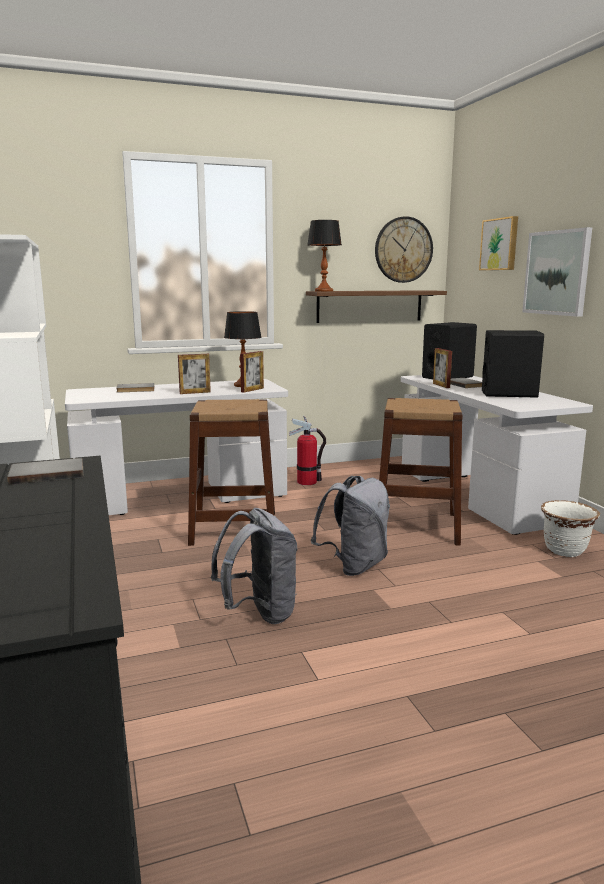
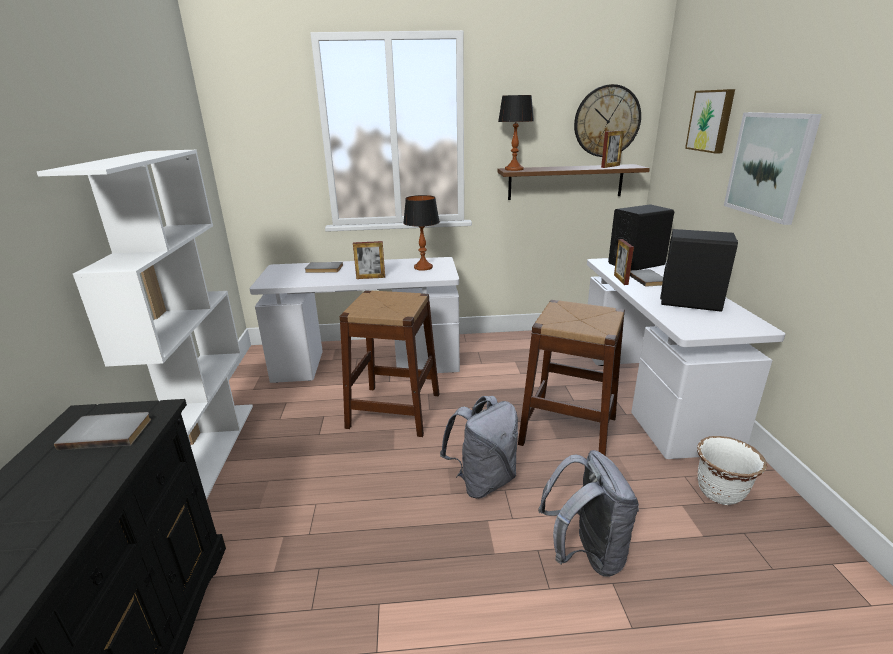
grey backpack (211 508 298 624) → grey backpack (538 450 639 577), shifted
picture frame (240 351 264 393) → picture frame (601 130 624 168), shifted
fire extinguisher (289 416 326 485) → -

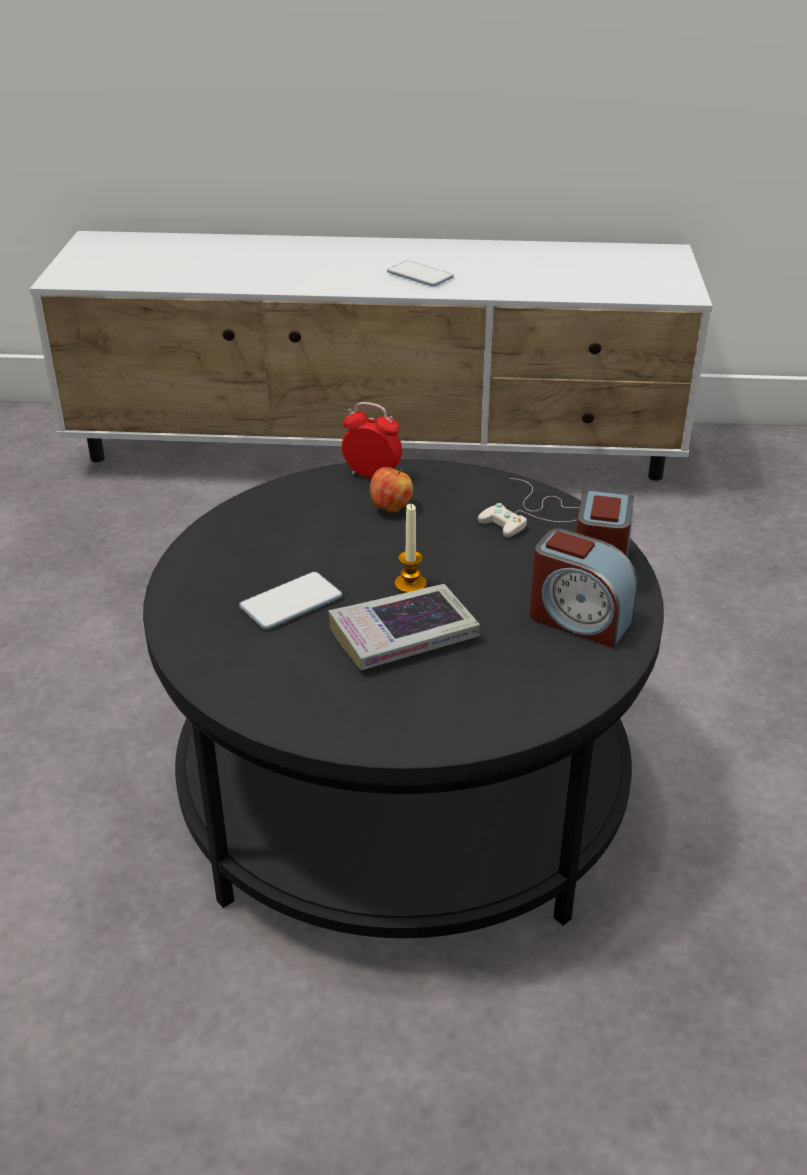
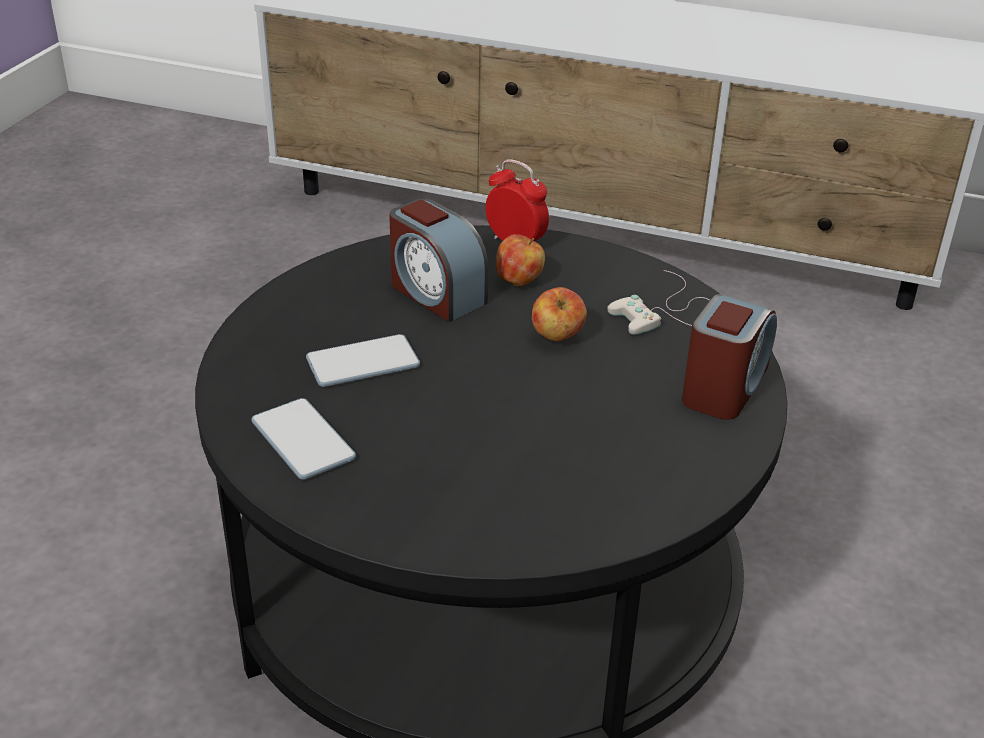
phone (387 261 454 286) → phone (251 398 356 480), shifted
alarm clock (530 528 638 648) → alarm clock (389 199 489 322), shifted
- → apple (532 287 587 341)
book (328 584 480 670) → -
candle (395 504 427 593) → -

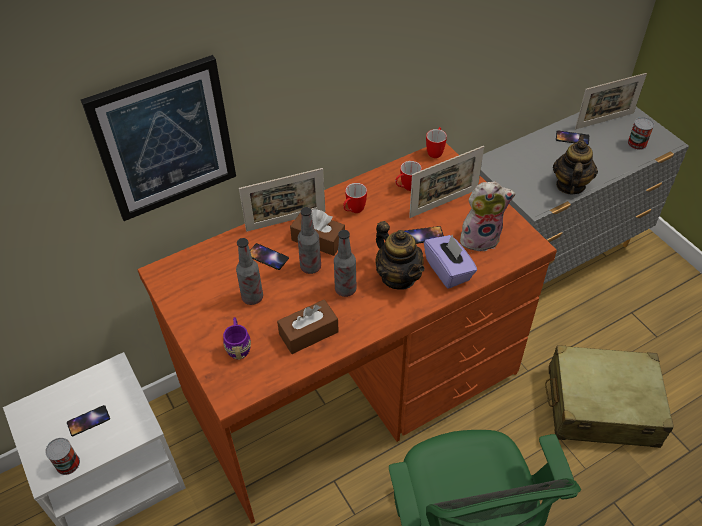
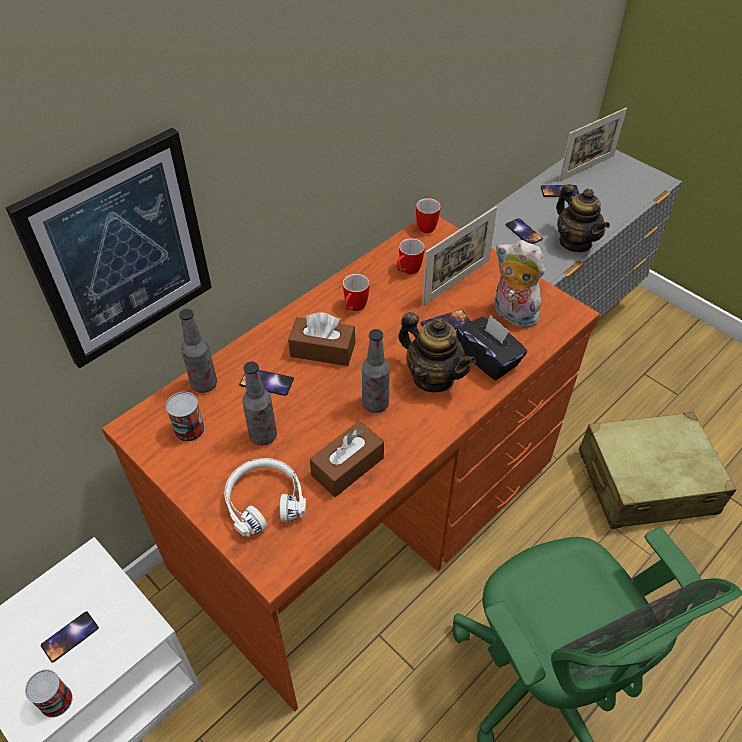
can (628 117 654 150) → can (166 392 205 442), shifted
bottle (298 207 321 274) → bottle (179 309 217 393), shifted
purple mug (223 317 251 360) → white headphones (224 458 306 537)
purple tissue box (424 235 477 289) → black tissue box (456 314 527 380)
plush toy (460 182 516 252) → plush toy (494 240 545 328), 120 degrees counterclockwise
- → phone (505 218 543 244)
teapot (553 135 598 194) → teapot (556 184 610 252), 150 degrees clockwise
picture frame (239 168 325 232) → -

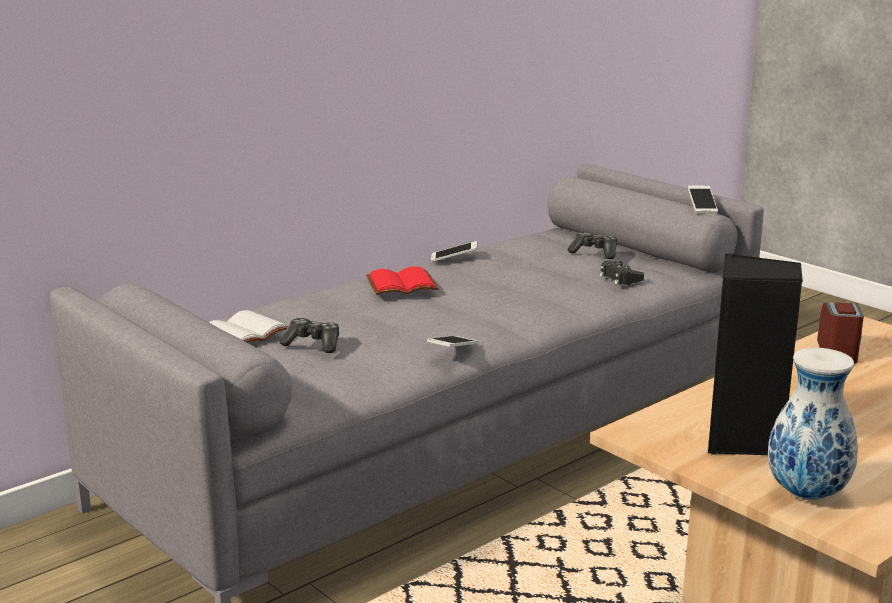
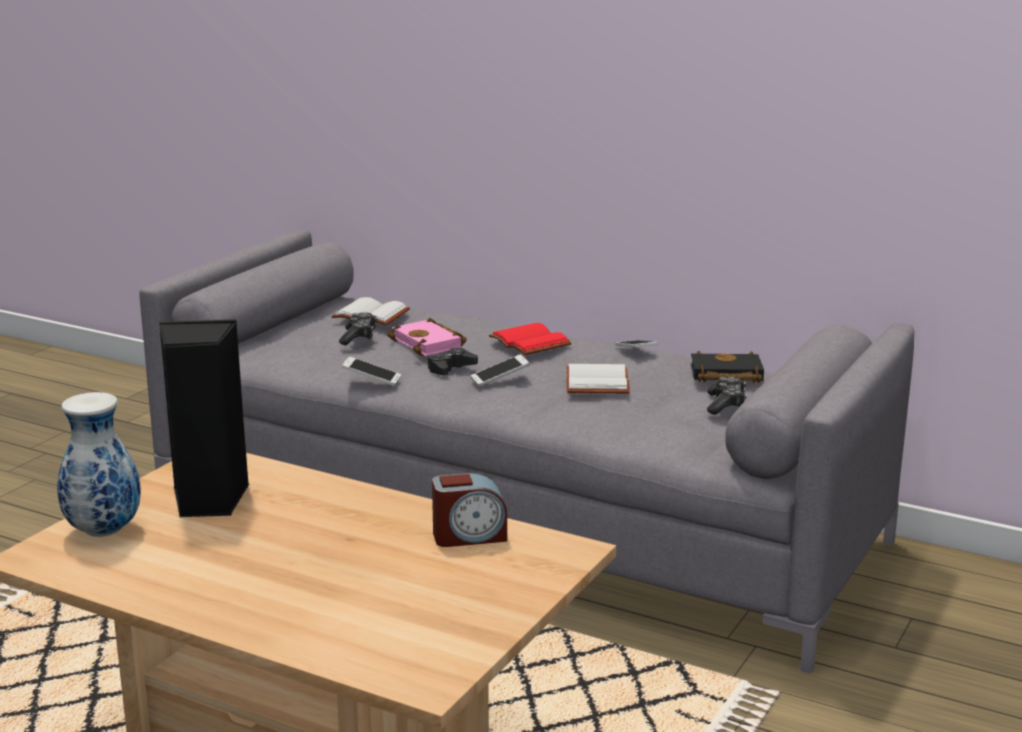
- → pink book (387 318 467 356)
black game controller (600 260 644 285) → black game controller (428 347 478 375), shifted
phone (688 186 718 213) → phone (471 354 530 386), shifted
- → white book (567 364 630 394)
- → black book (691 351 764 383)

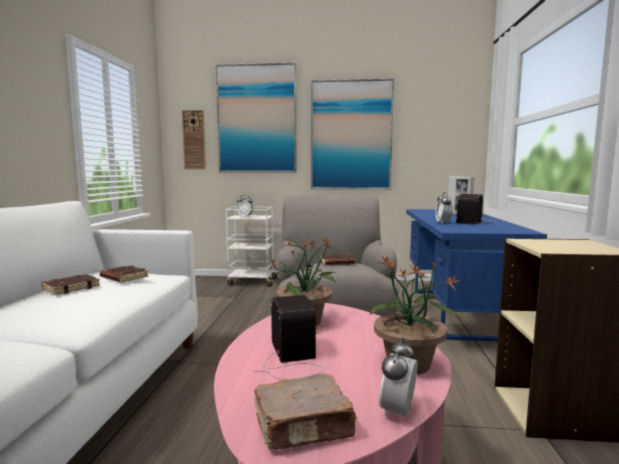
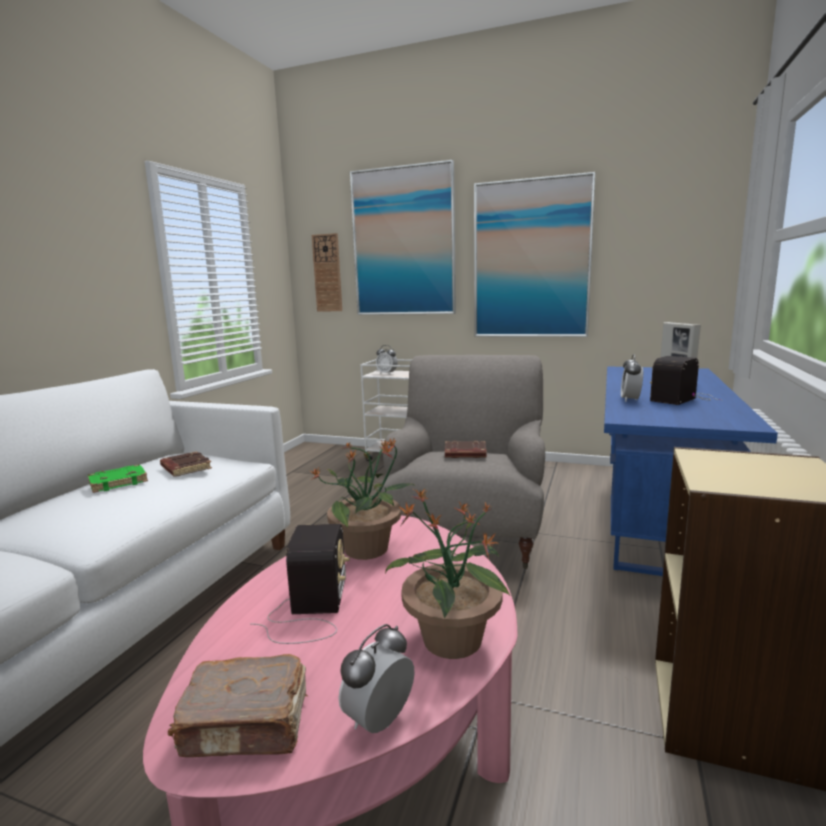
brown book (41 274 100 295) → green book (88 464 148 493)

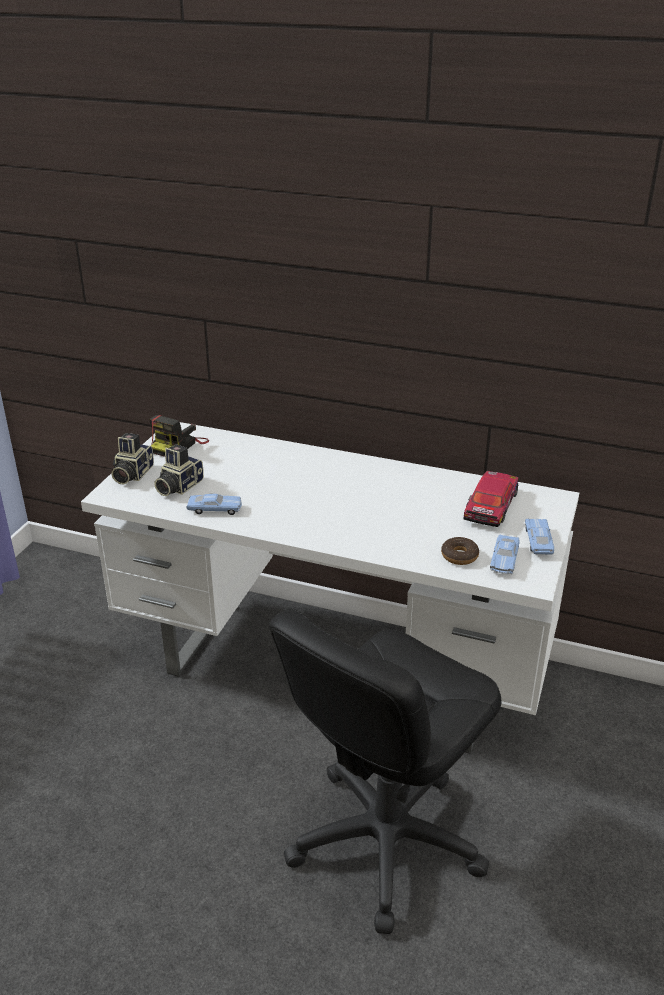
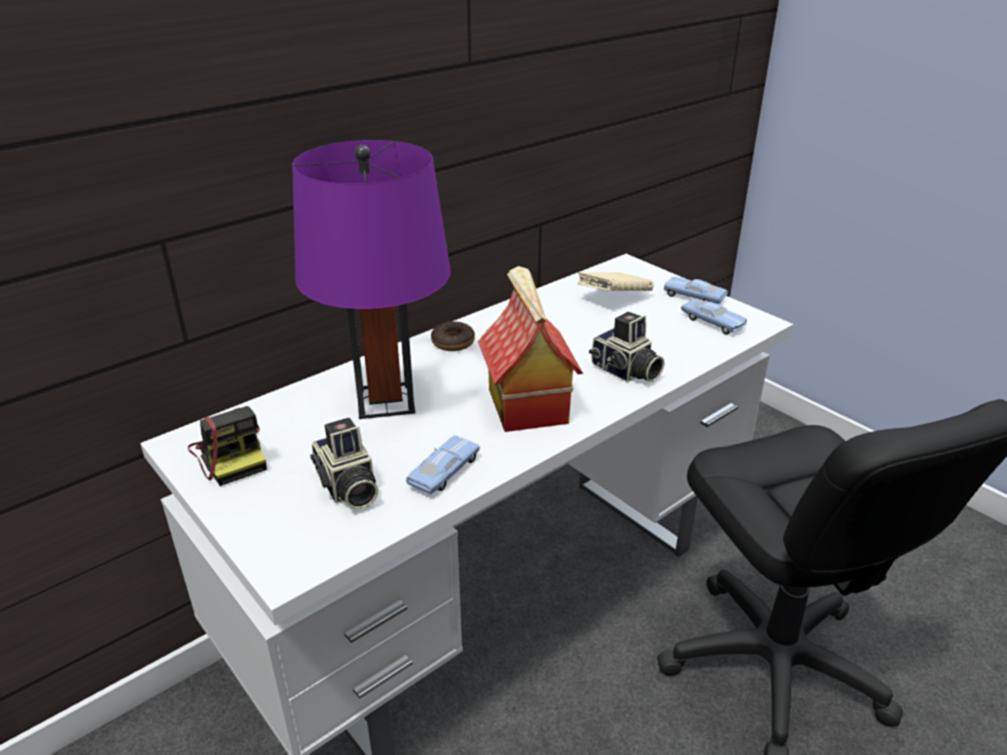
- → purple table lamp (292 140 451 419)
donut (441 537 479 565) → donut (431 321 475 351), shifted
- → toy house (478 266 583 432)
toy car (463 471 519 527) → beige book (578 272 653 291)
photo camera (111 433 154 484) → photo camera (589 312 664 382), shifted

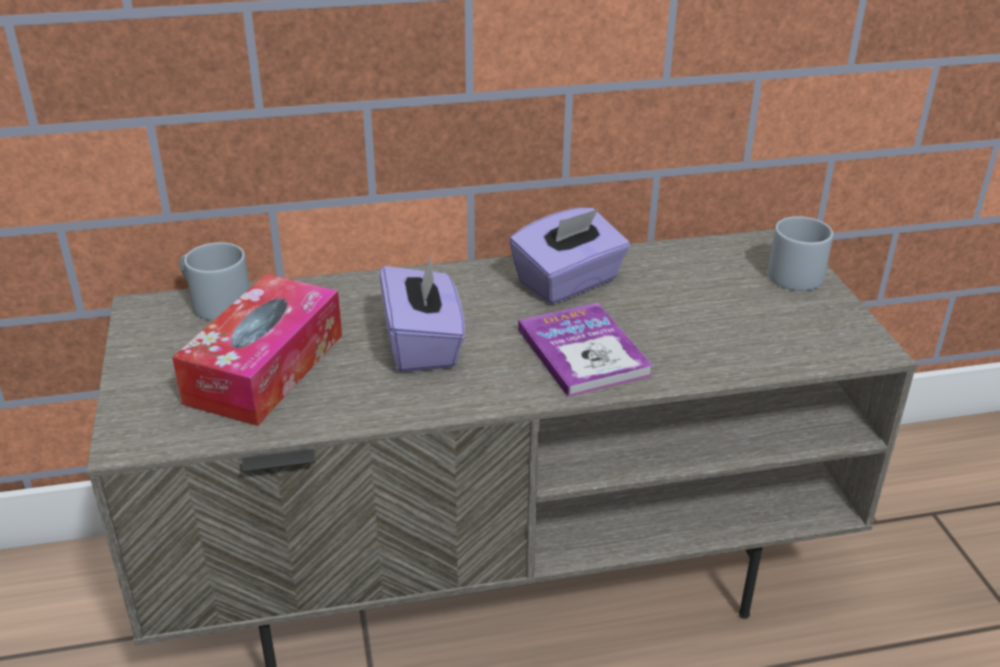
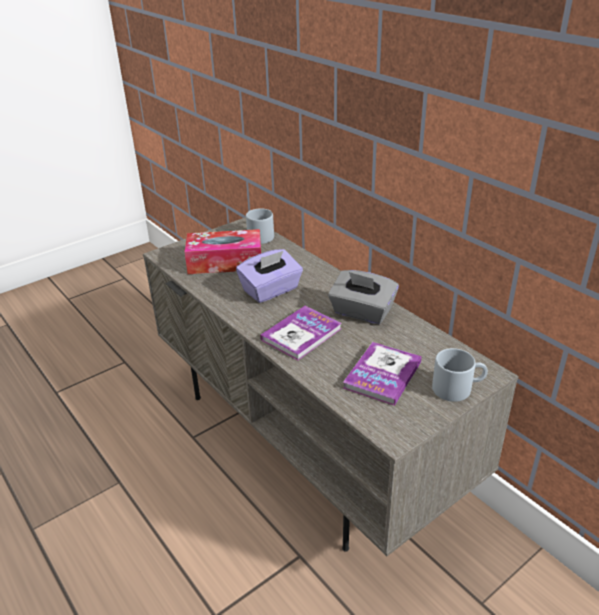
purple tissue box (509 208 630 304) → grey tissue box (328 270 399 324)
- → book (343 342 422 406)

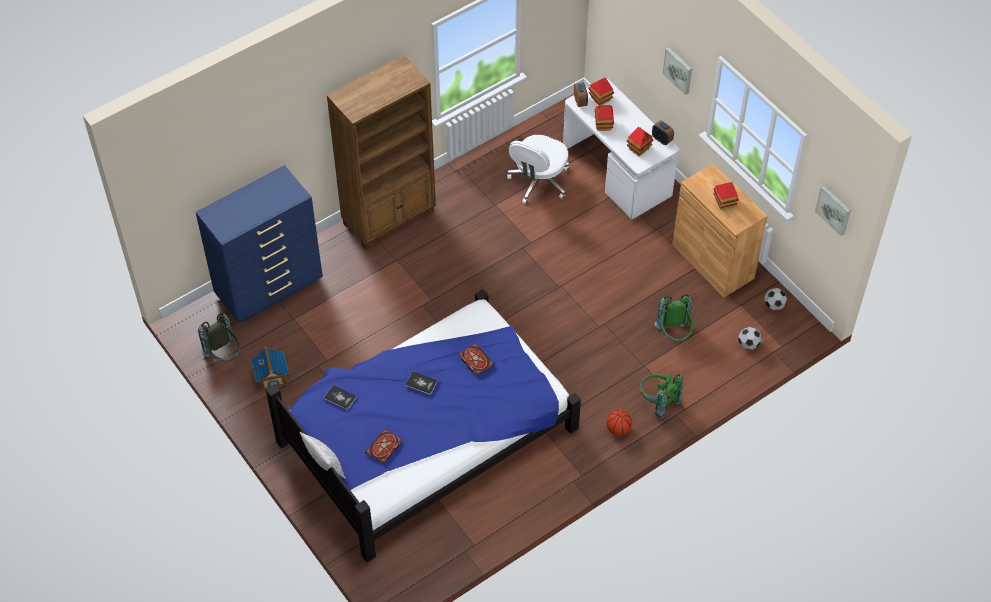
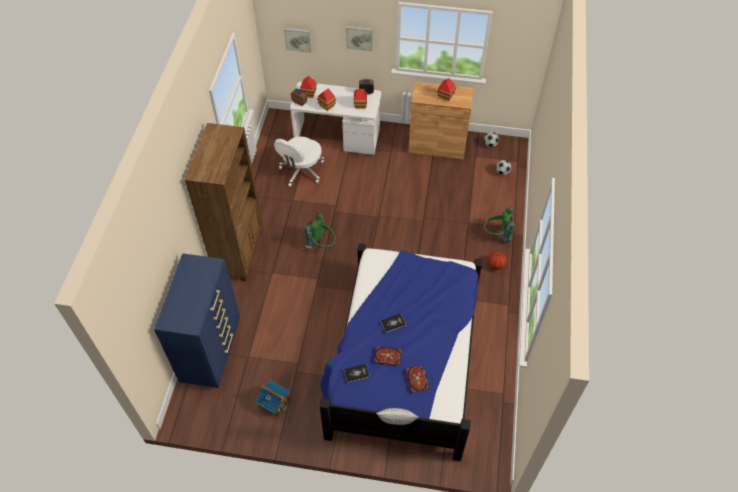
white office chair (507 135 570 204) → white office chair (274 136 325 187), 45 degrees clockwise
picture (815 185 851 236) → picture (284 28 312 53), shifted
green backpack (654 294 693 341) → green backpack (304 213 336 248), shifted
book (458 343 494 376) → book (374 346 402 366), shifted
grey backpack (198 313 241 362) → -

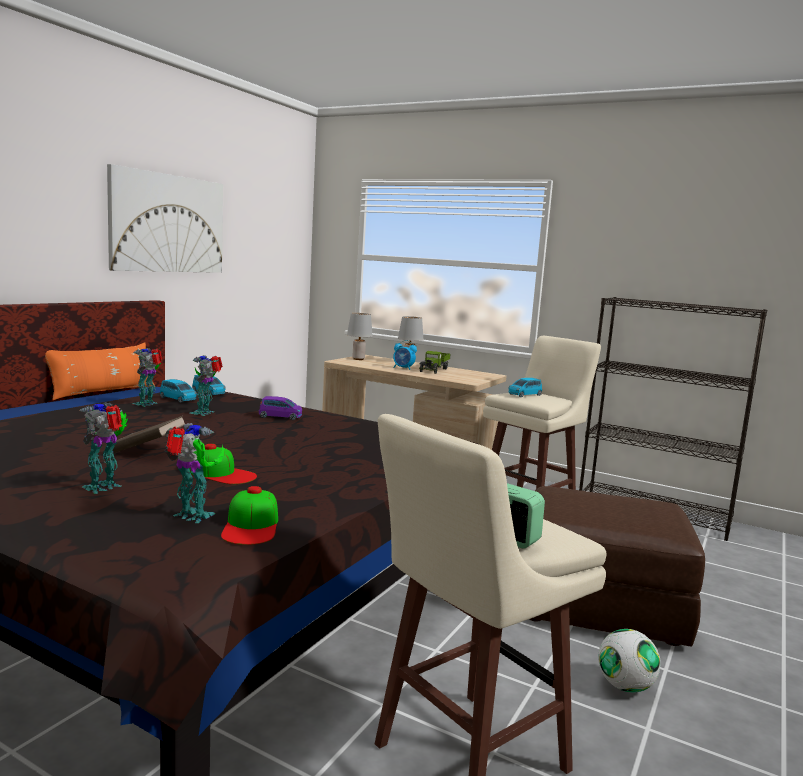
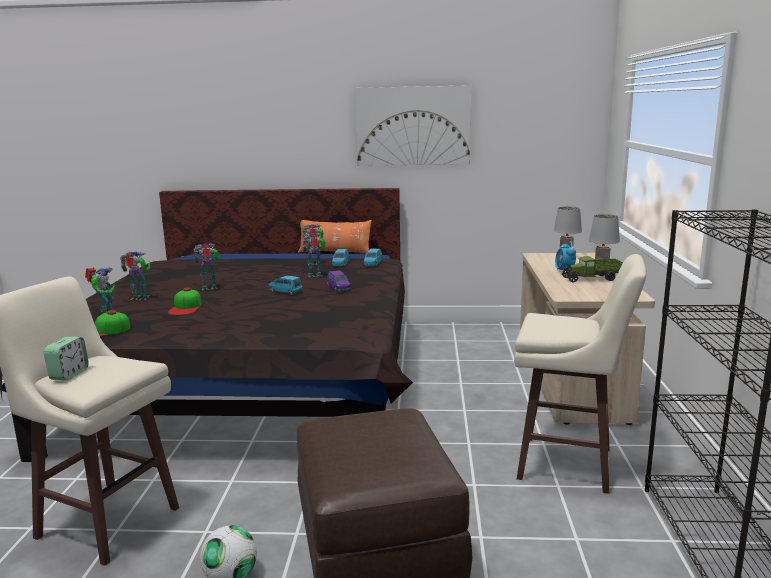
brown book (105 416 185 453) → toy robot (194 243 219 290)
blue toy car (508 378 542 397) → blue toy car (269 276 302 295), shifted

